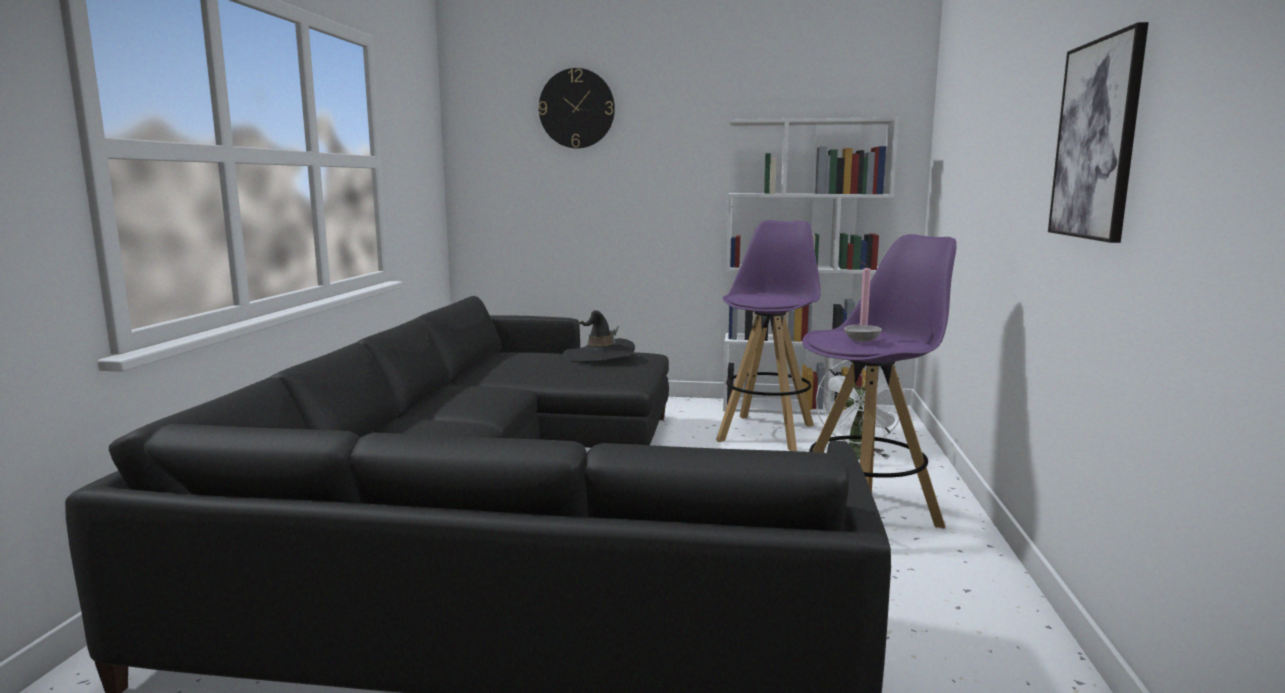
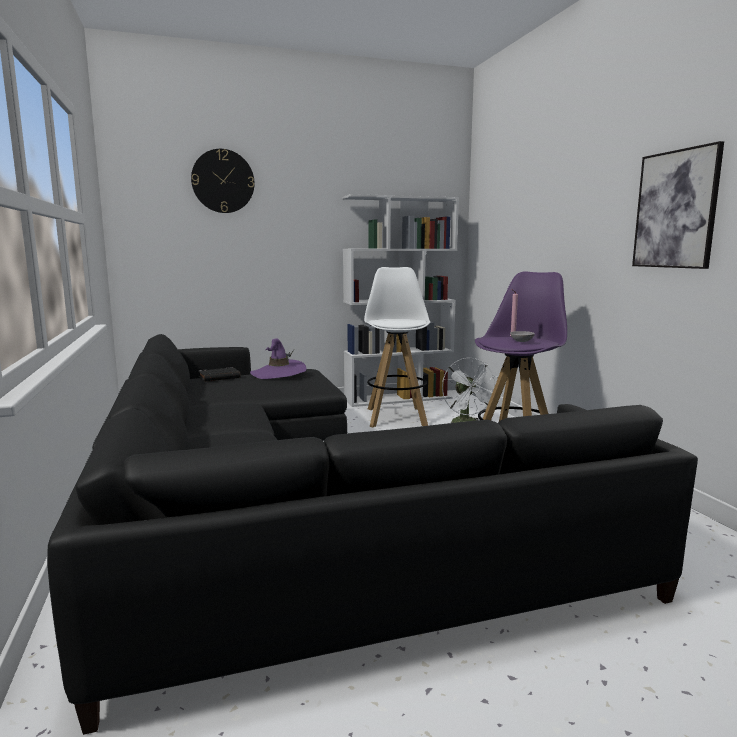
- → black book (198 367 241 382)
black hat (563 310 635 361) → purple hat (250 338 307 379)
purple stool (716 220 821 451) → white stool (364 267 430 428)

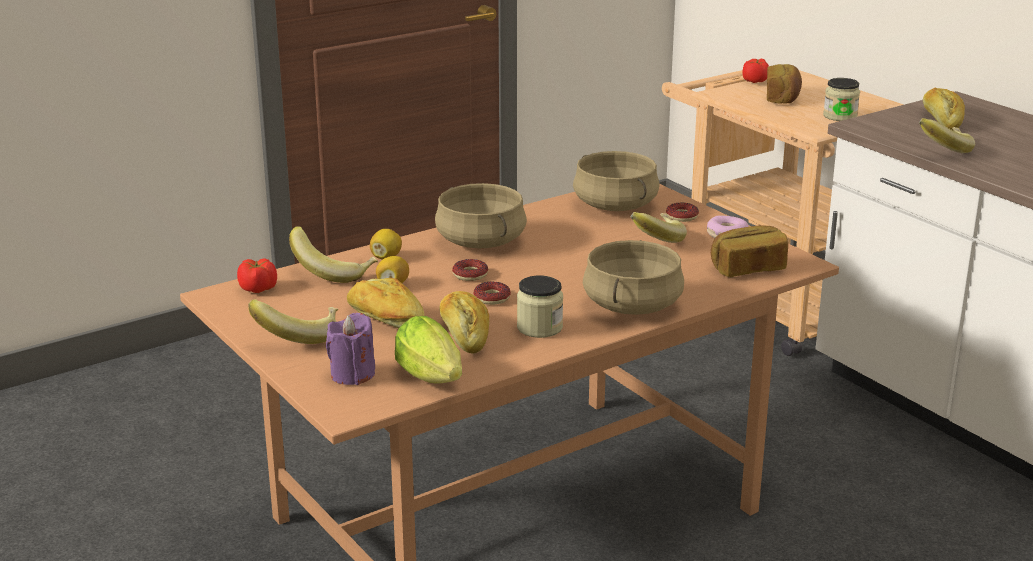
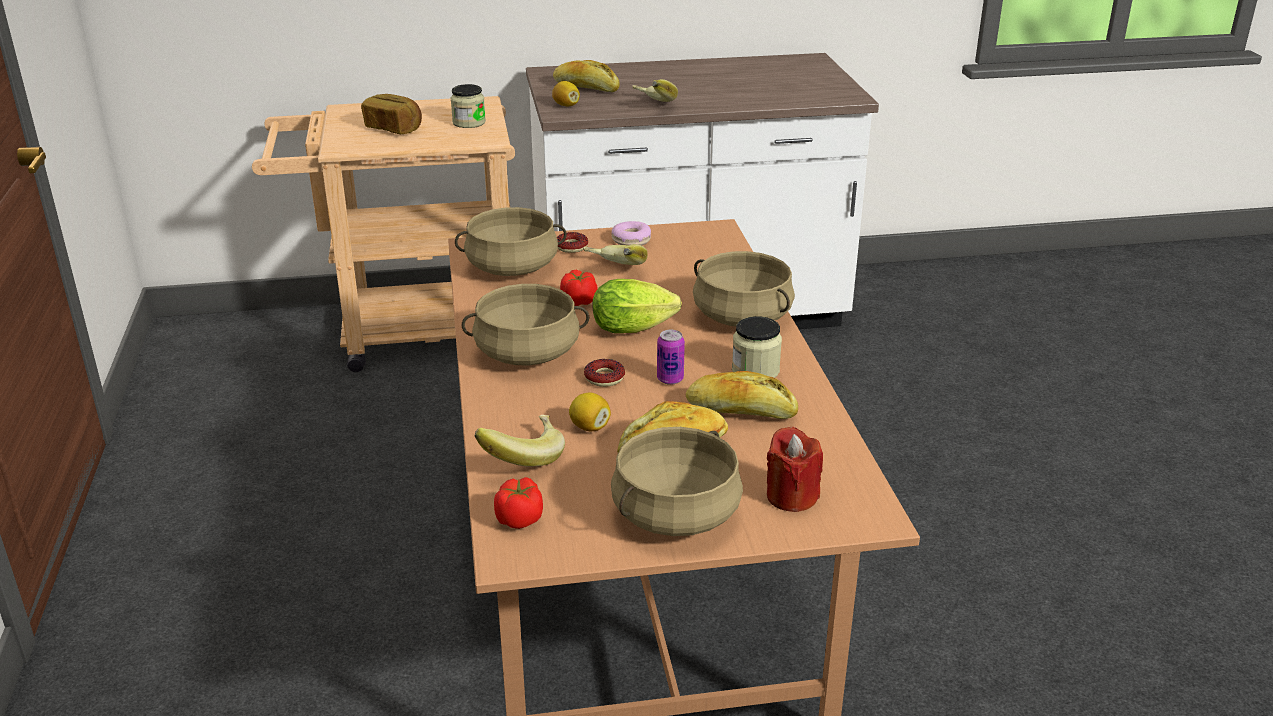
lemon (370 229 402 260) → lemon (552 81 580 106), shifted
tomato (742 58 769 83) → tomato (560 270 598 306), shifted
lettuce (395 316 462 384) → lettuce (592 279 682 333), shifted
banana (248 299 338 344) → beige cooking pot (611 427 743 536)
donut (473 281 511 305) → can (657 330 685 385)
purple candle (326 313 375 385) → red candle (767 427 823 512)
bread (711 226 788 277) → -

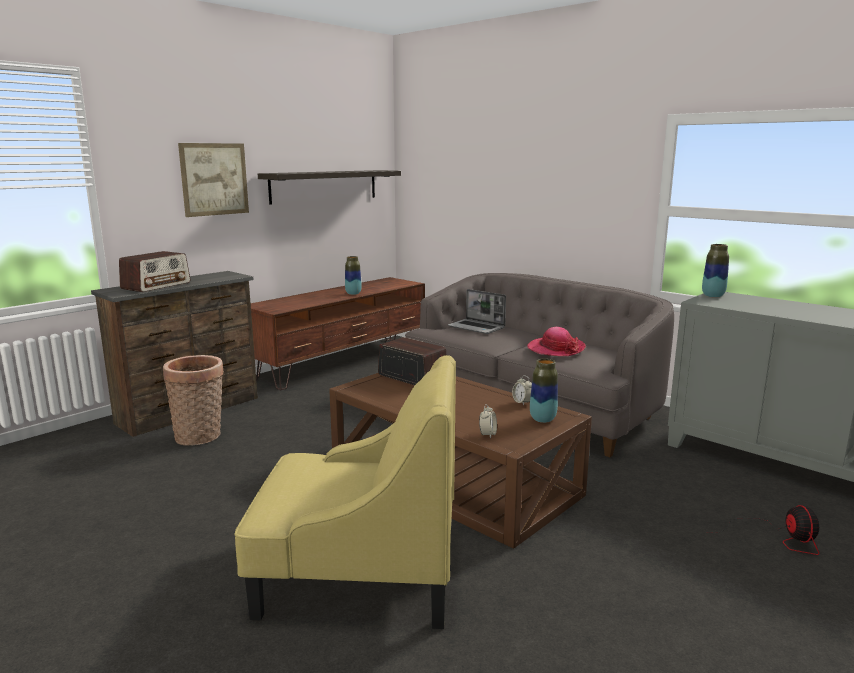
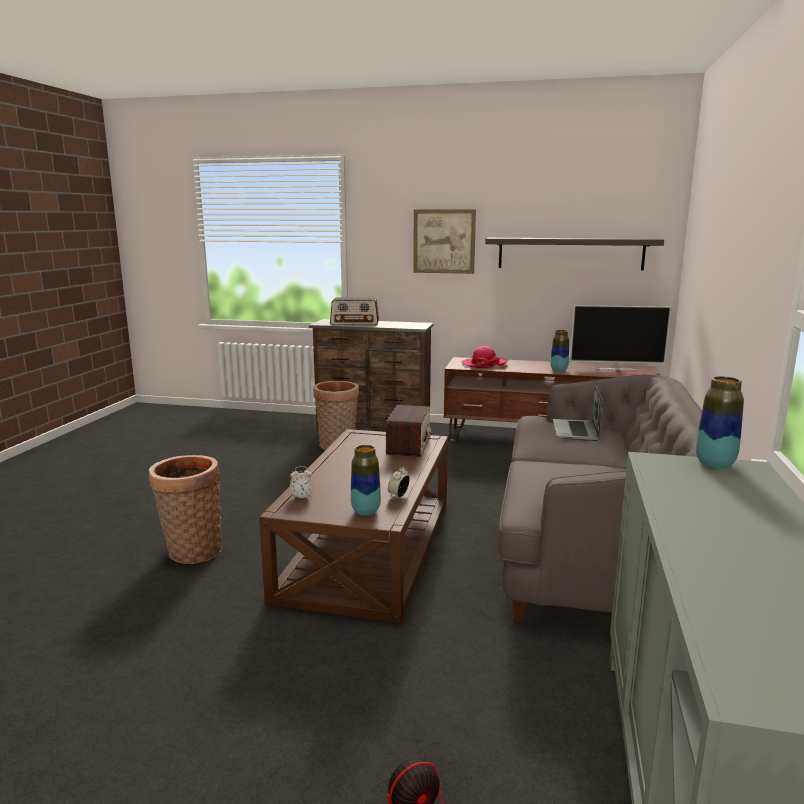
yellow armchair (234 355 456 629) → basket (149 455 222 564)
hat (527 327 586 356) → hat (462 346 508 368), shifted
- → television (570 305 671 370)

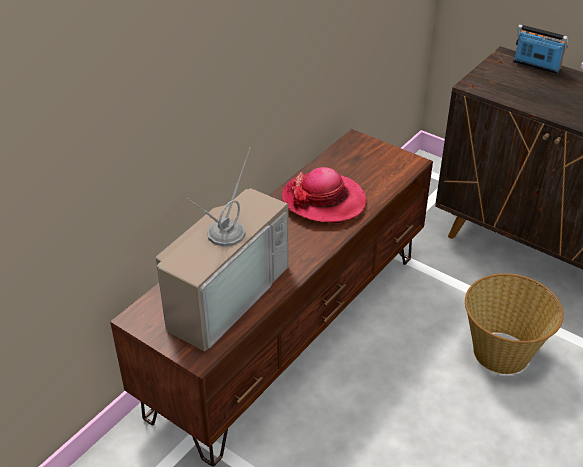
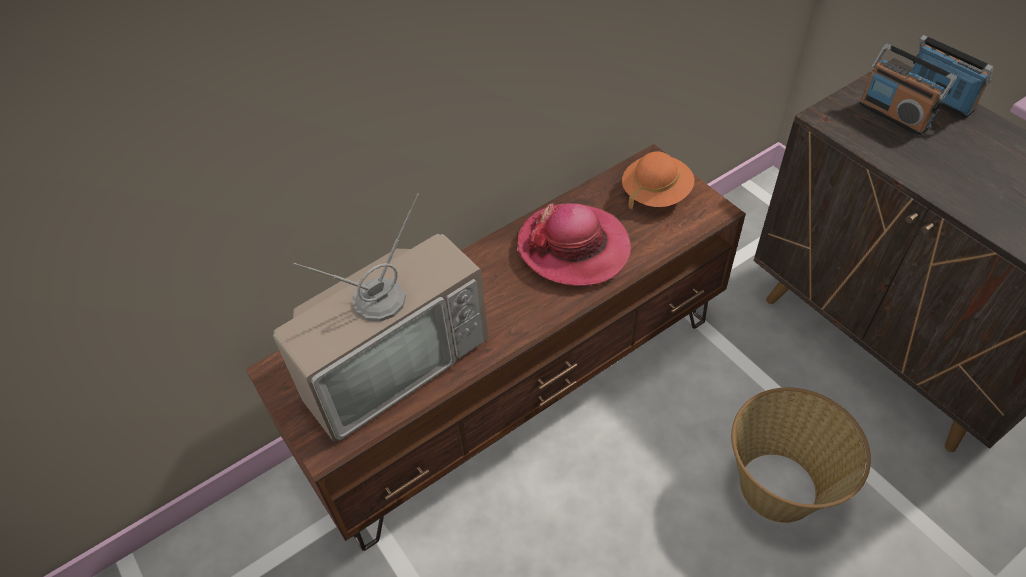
- → orange hat (622 151 694 209)
- → radio (859 44 957 136)

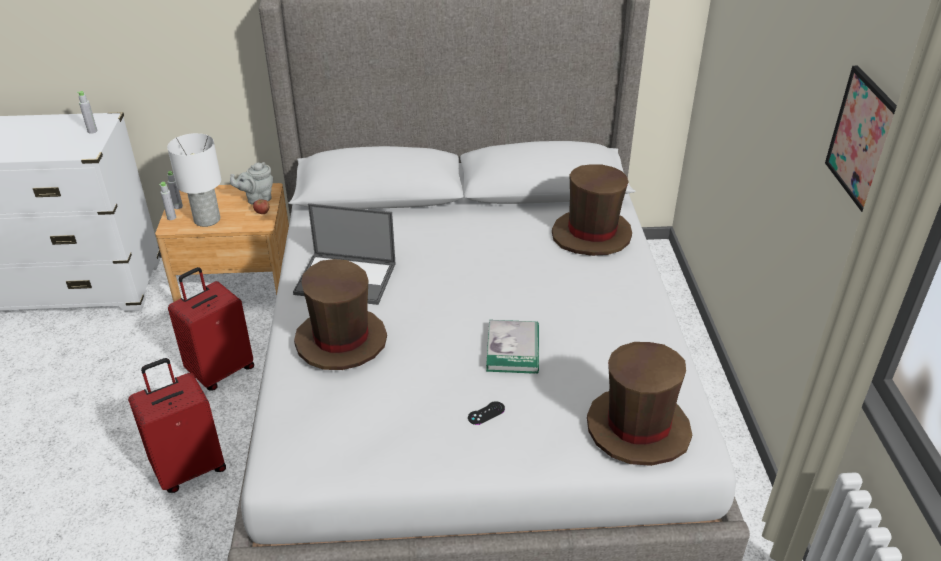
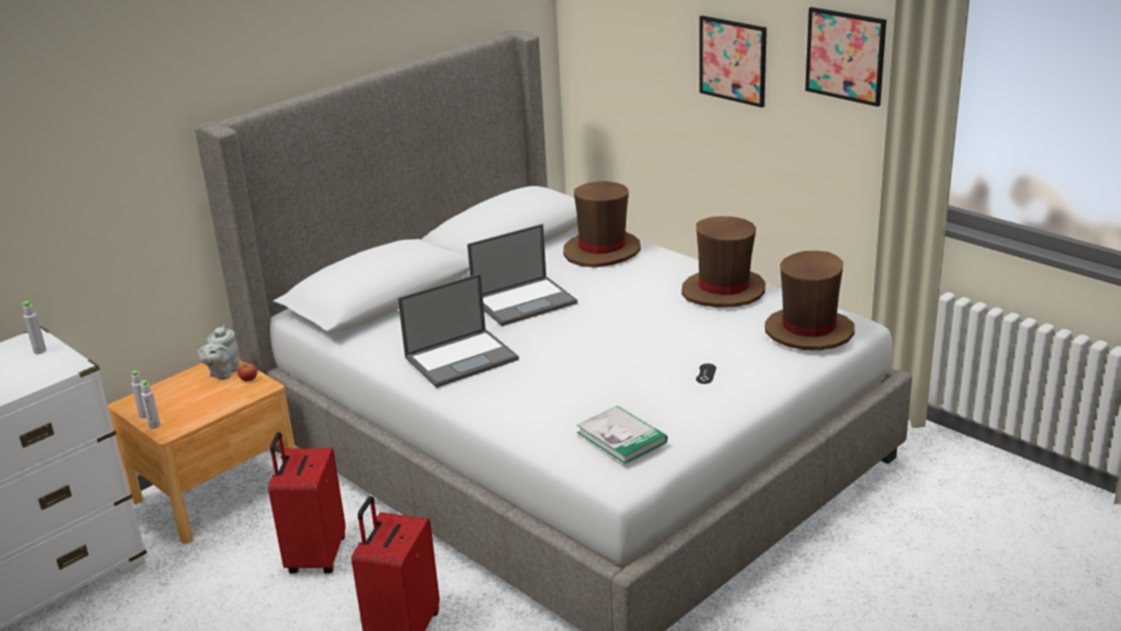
- → laptop (467 224 578 326)
book (486 320 539 374) → book (577 406 668 464), shifted
brown hat (294 259 387 370) → brown hat (682 216 765 308), shifted
- → picture (699 16 767 108)
white table lamp (167 133 221 227) → -

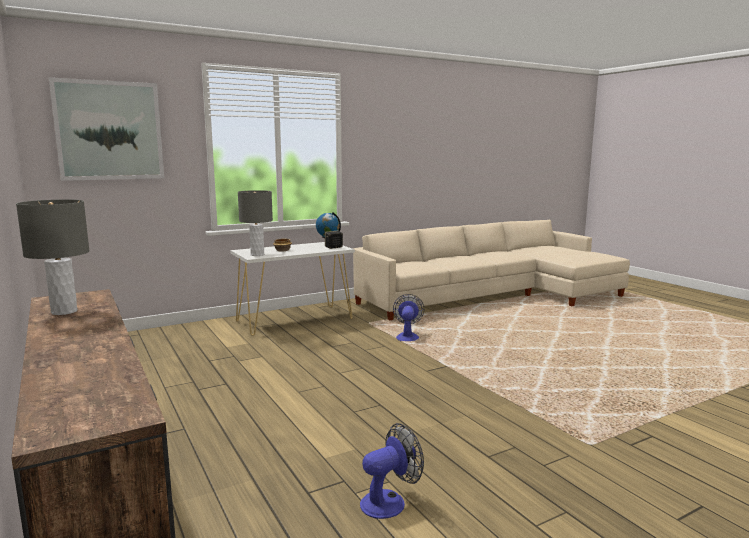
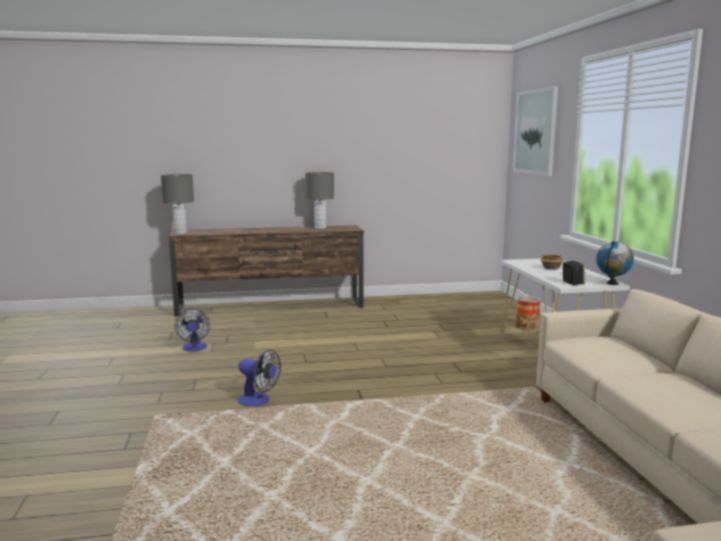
grey table lamp (238 190 273 256) → grey table lamp (161 174 194 234), shifted
fan (393 294 424 341) → fan (238 349 281 406), shifted
- → planter (516 296 541 332)

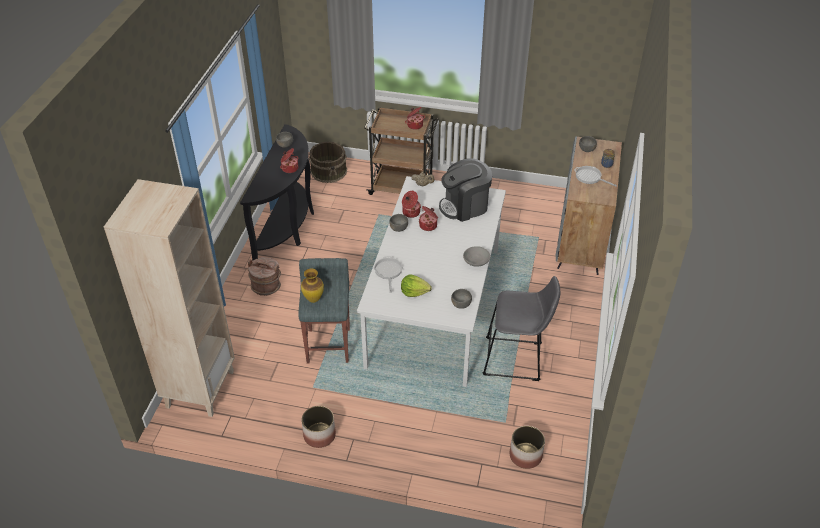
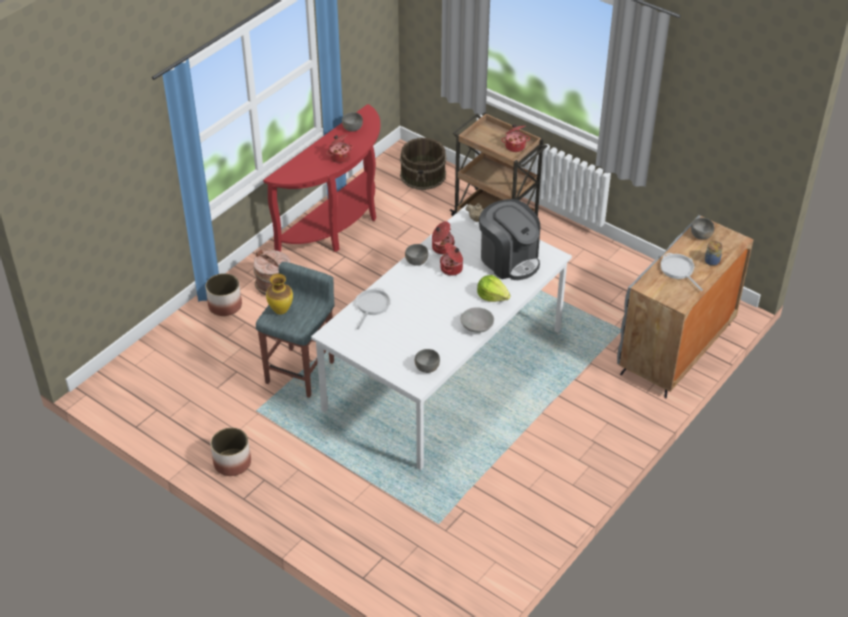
planter (510 426 545 469) → planter (206 273 242 316), shifted
black console table (240 124 314 261) → red console table (263 104 380 252)
lettuce (401 274 432 297) → lettuce (477 275 511 302), shifted
coffee machine (439 158 492 222) → coffee machine (479 199 540 280), 135 degrees counterclockwise
beige bookcase (104 179 235 417) → -
grey stool (482 276 561 381) → -

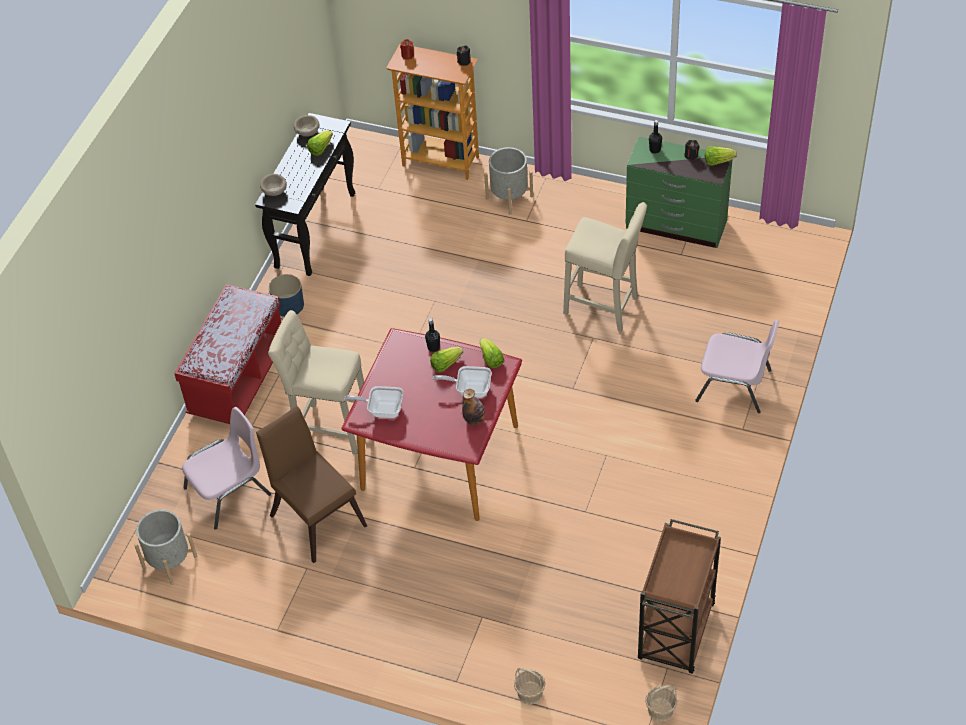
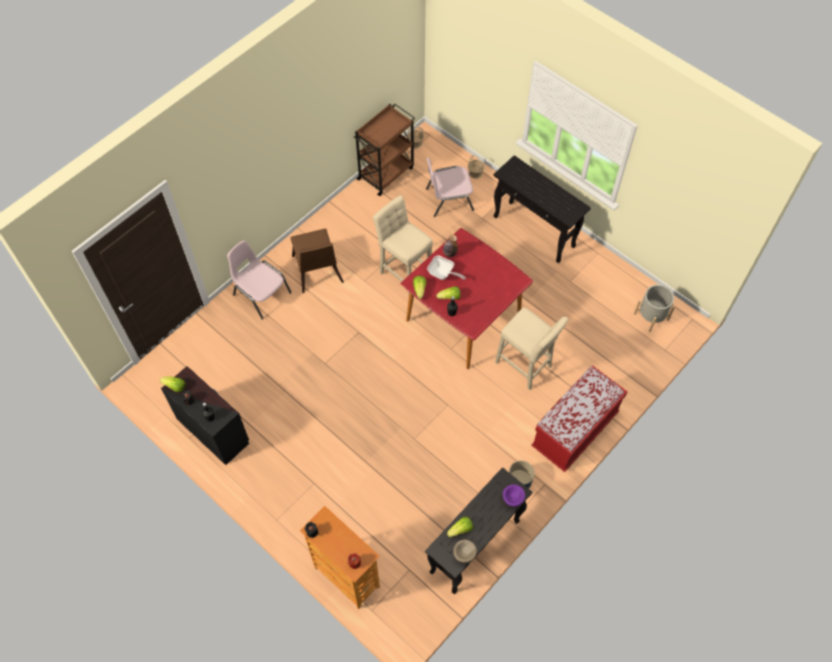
green dresser (626 137 732 248) → black dresser (161 366 249 465)
brown chair (256 406 367 563) → brown chair (291 228 344 293), shifted
beige stool (563 202 647 332) → beige stool (373 195 433 294), shifted
pink chair (182 407 271 530) → pink chair (426 158 474 217), shifted
- → black console table (493 155 591 263)
beige bowl (260 174 287 196) → purple bowl (503 485 525 507)
frying pan (344 386 403 418) → -
grey planter (484 147 533 214) → -

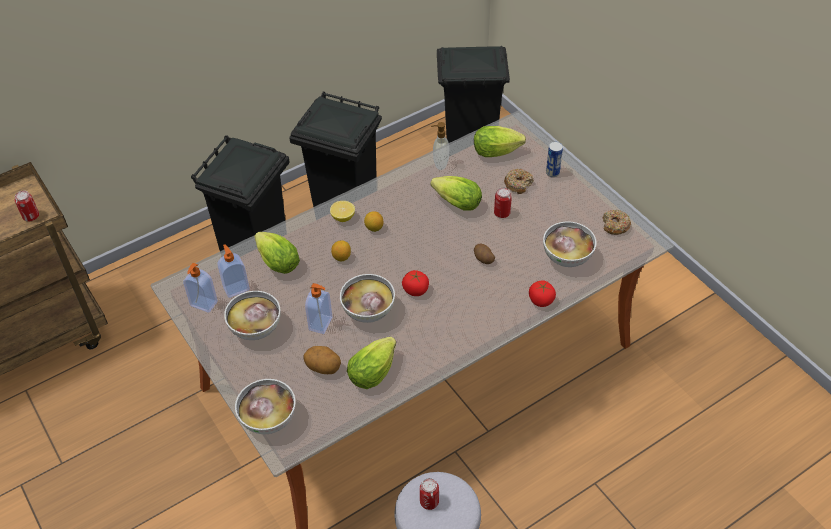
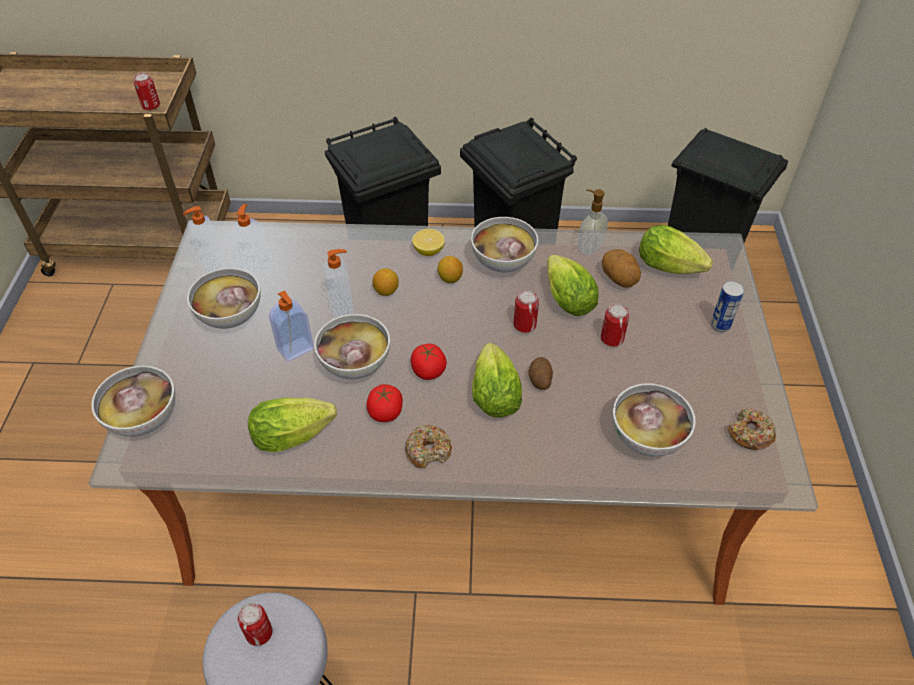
- → soap dispenser (323 249 354 318)
tomato (529 280 556 307) → tomato (366 384 403 422), shifted
donut (504 169 534 194) → donut (405 425 452 468), shifted
- → bowl (471 217 538 272)
lettuce (254 232 300 274) → lettuce (472 343 522 418), shifted
- → can (514 290 539 333)
potato (303 346 341 374) → potato (602 249 641 288), shifted

